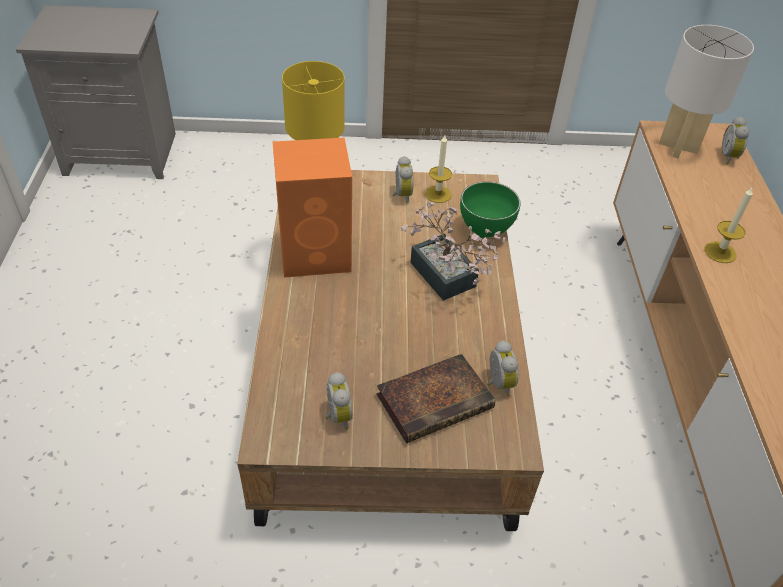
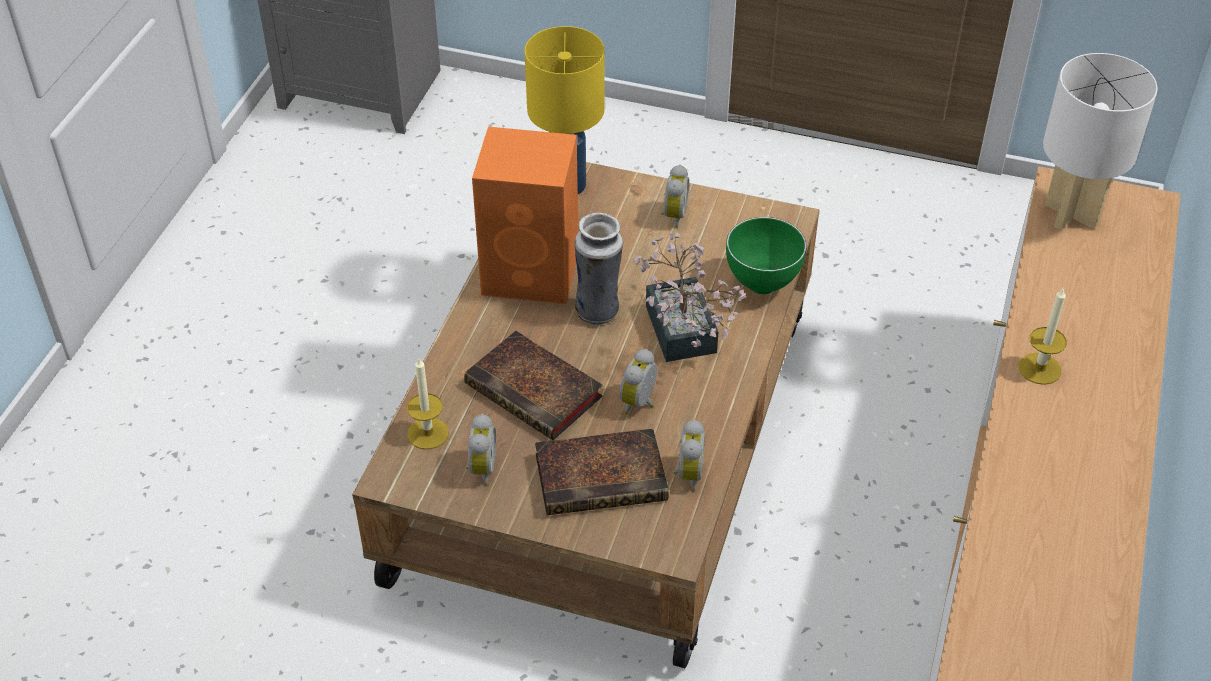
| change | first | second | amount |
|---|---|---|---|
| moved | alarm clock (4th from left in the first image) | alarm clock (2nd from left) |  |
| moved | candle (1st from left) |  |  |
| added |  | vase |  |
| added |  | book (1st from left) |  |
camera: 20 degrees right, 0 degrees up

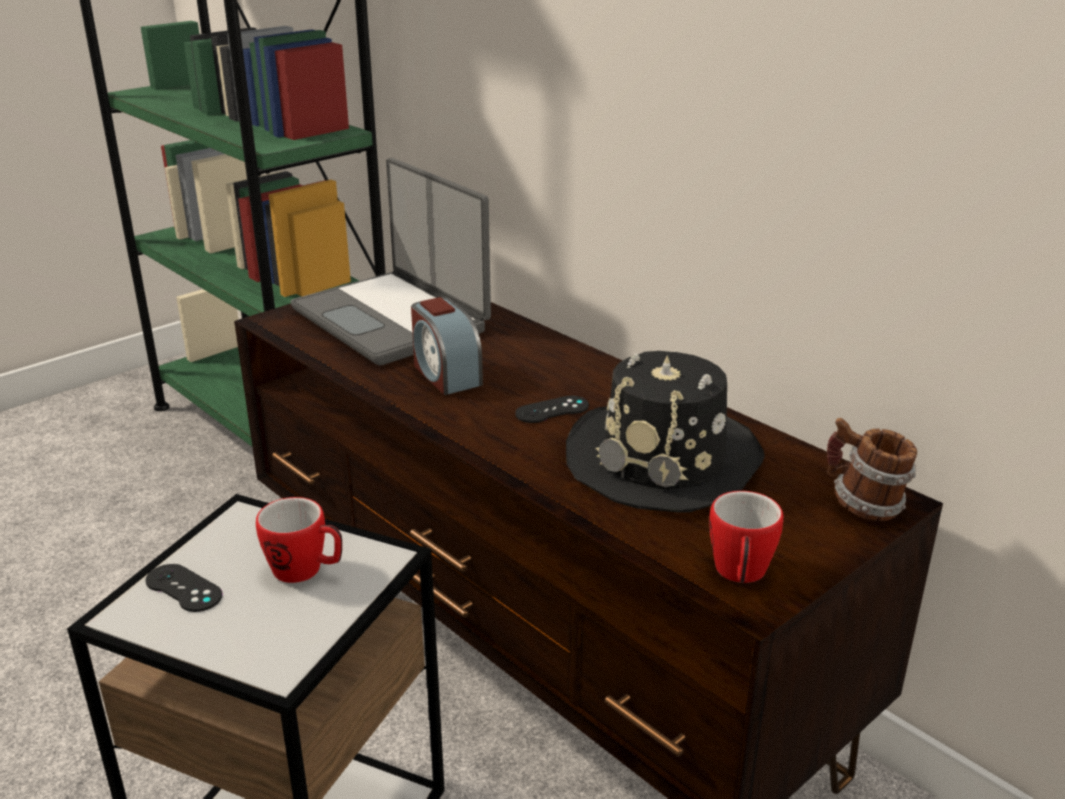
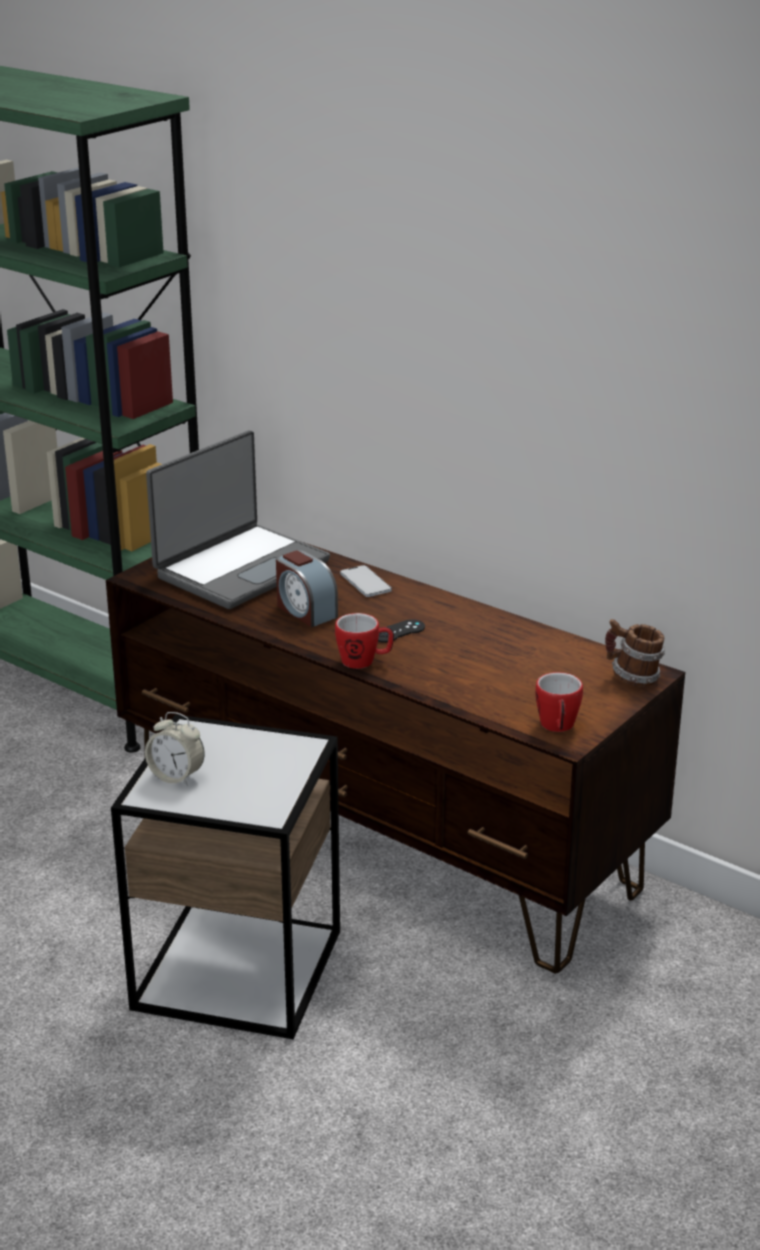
| change | first | second | amount |
|---|---|---|---|
| turned | laptop |  | 90 degrees counterclockwise |
| removed | hat/black |  |  |
| moved | mug (1st from left) |  |  |
| replaced | game controller/black (1st from left) | alarm clock (1st from left) |  |
| added |  | phone |  |
camera: 10 degrees left, 0 degrees up

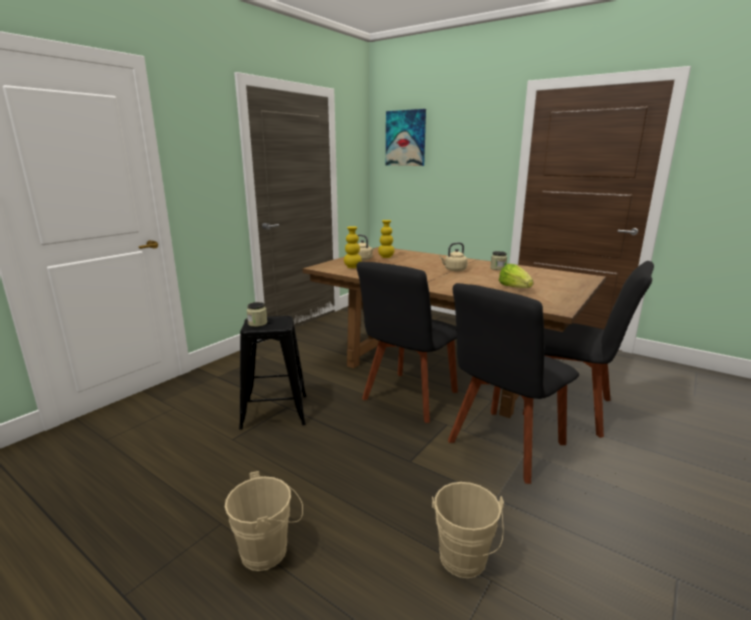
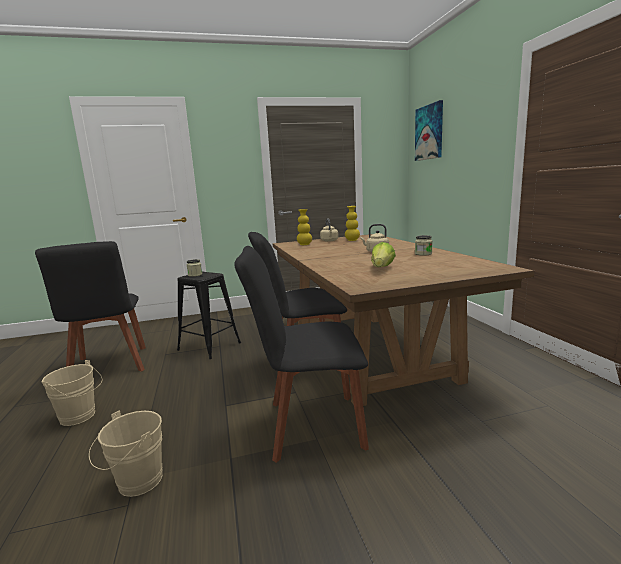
| change | first | second | amount |
|---|---|---|---|
| moved | chair/black (3rd from left in the first image) | chair/black (1st from left) |  |
camera: 40 degrees right, 5 degrees down

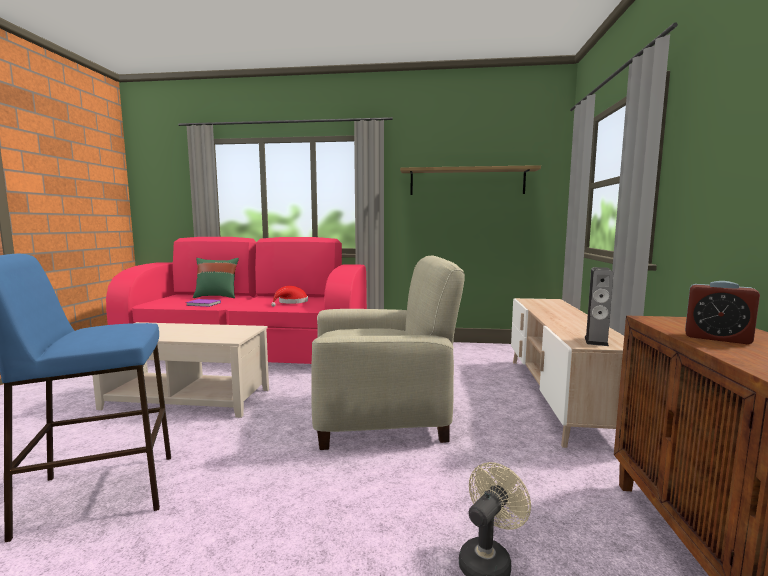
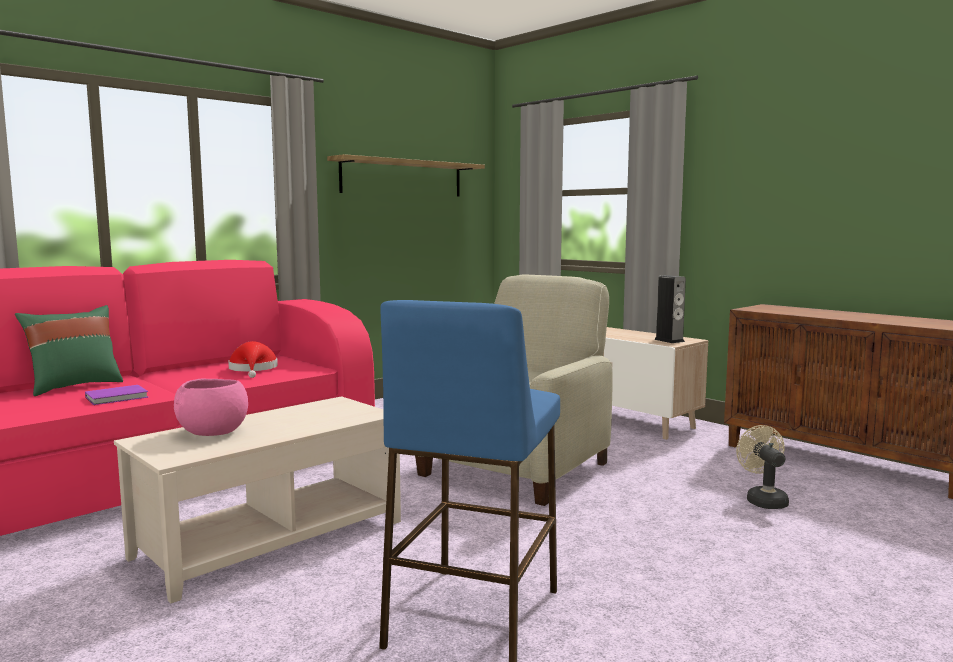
| change | first | second | amount |
|---|---|---|---|
| removed | alarm clock |  |  |
| added |  | bowl/pink |  |
camera: 50 degrees left, 0 degrees up

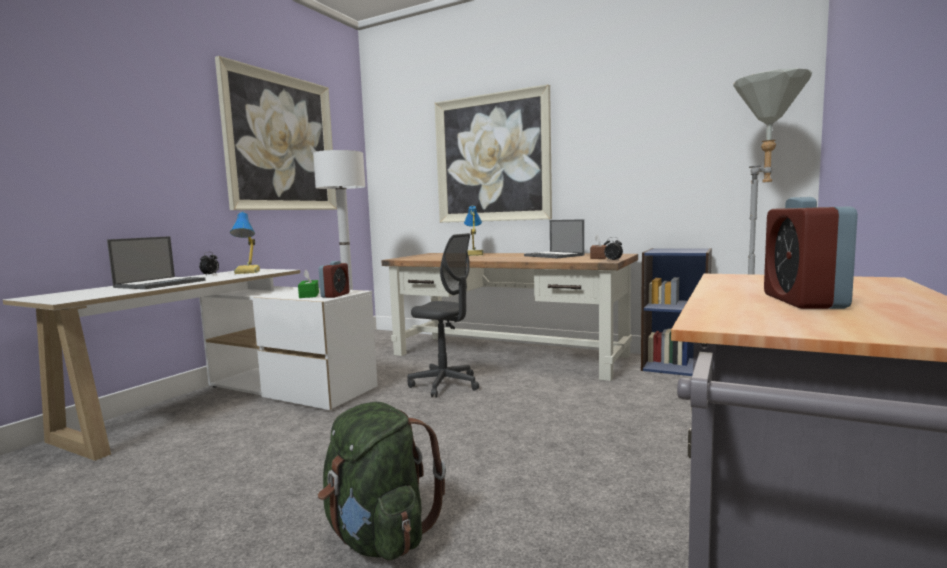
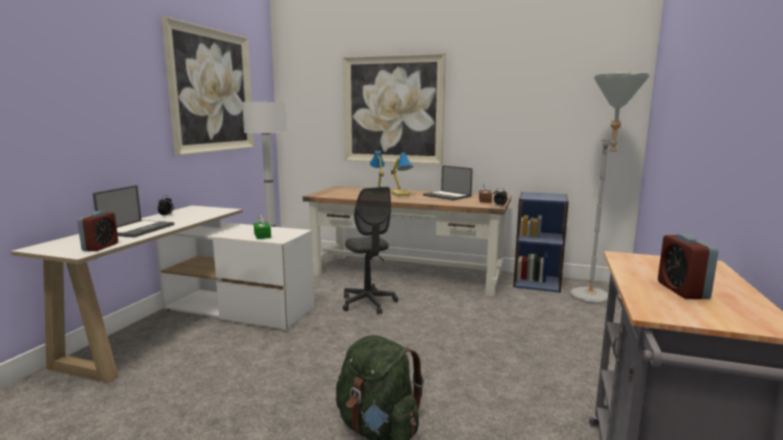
| change | first | second | amount |
|---|---|---|---|
| moved | table lamp (1st from left in the first image) | table lamp (2nd from left) |  |
| turned | office chair/grey |  | 45 degrees clockwise |
| moved | alarm clock (2nd from left in the first image) | alarm clock (1st from left) |  |
camera: 10 degrees left, 5 degrees up

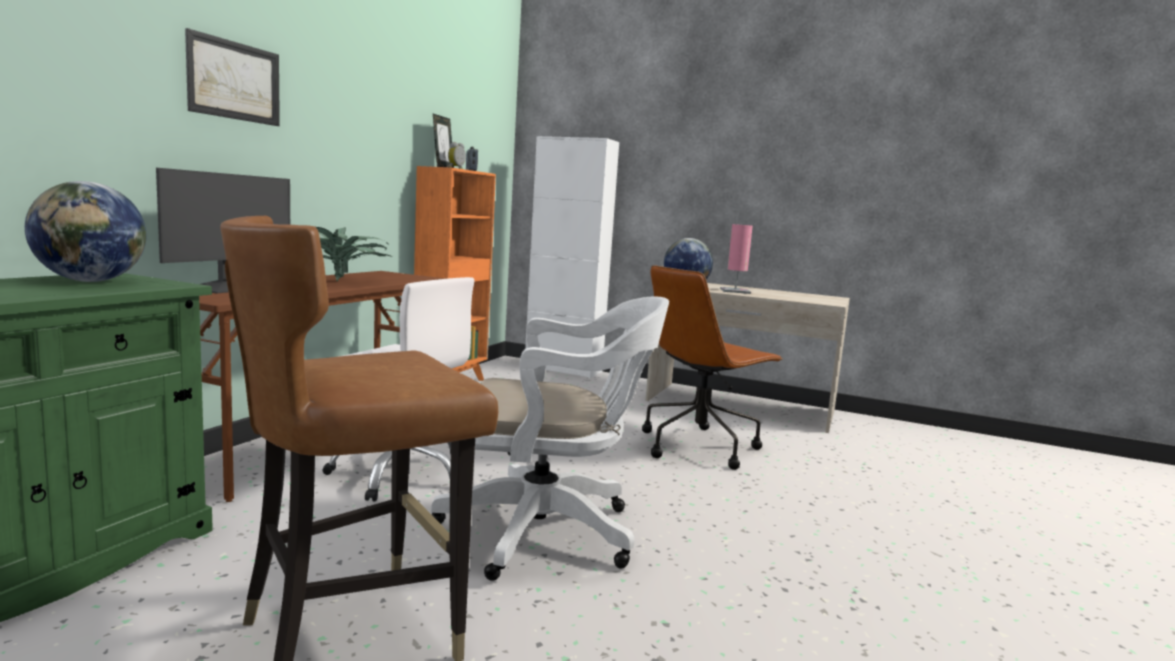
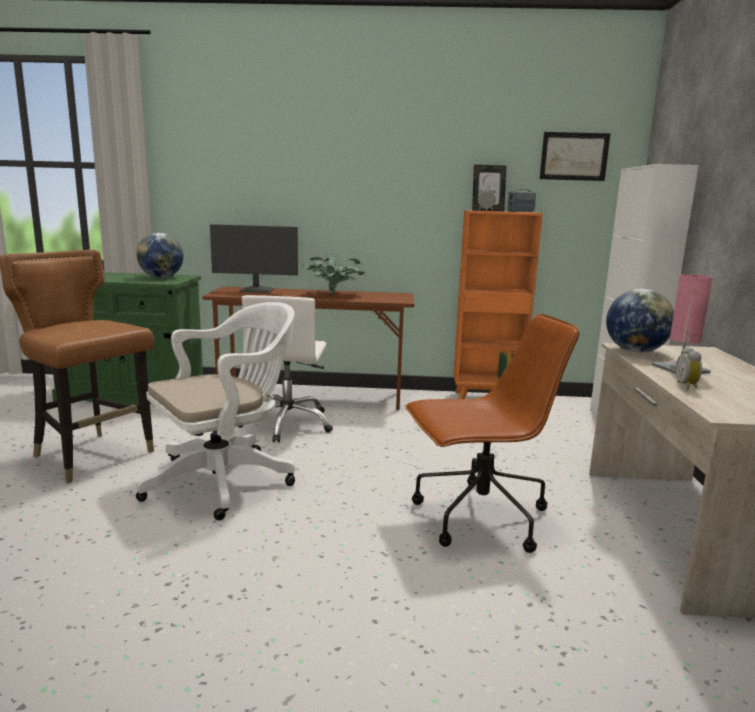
| change | first | second | amount |
|---|---|---|---|
| moved | picture |  |  |
| turned | office chair/brown |  | 135 degrees clockwise |
| turned | office chair/white (2nd from left in the first image) | office chair/white (1st from left) | 105 degrees counterclockwise |
| added |  | alarm clock (2nd from left) |  |
camera: 70 degrees right, 5 degrees up

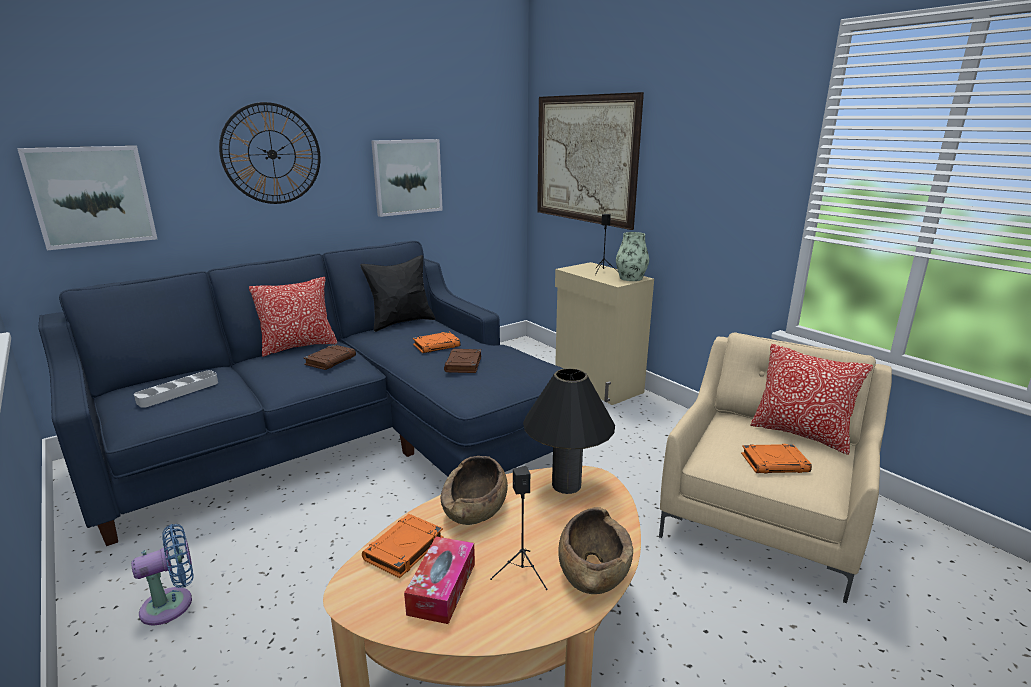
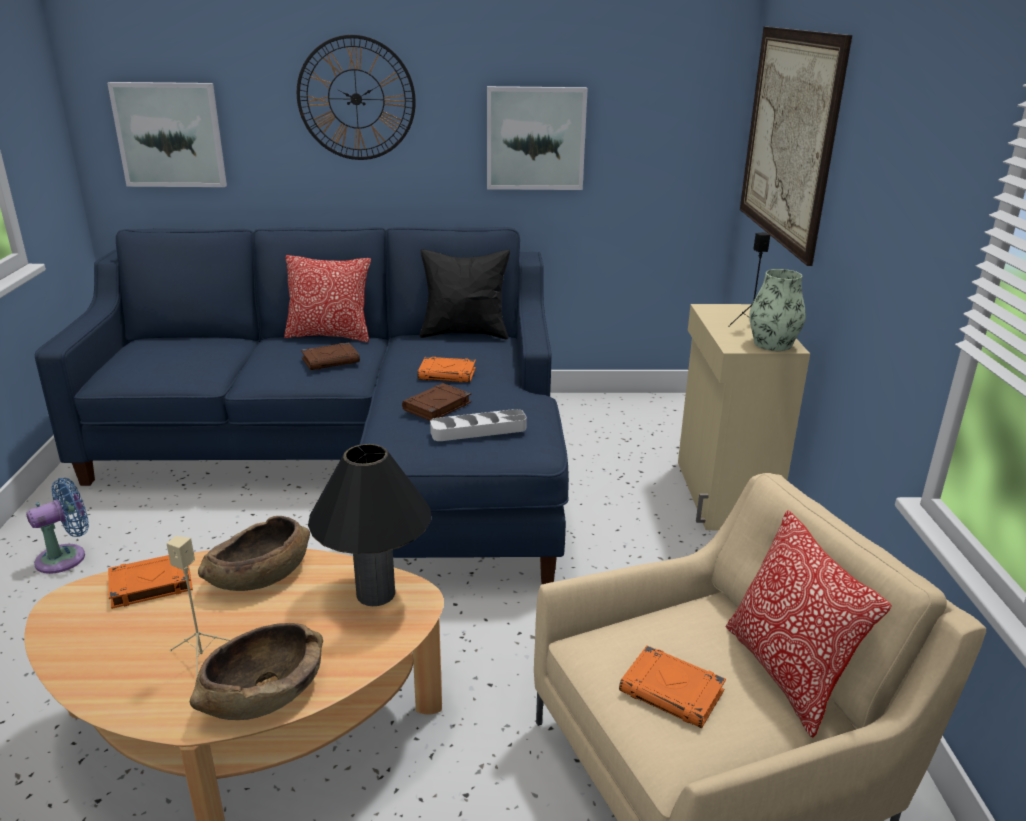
| change | first | second | amount |
|---|---|---|---|
| moved | tray/grey |  |  |
| recoloured | speaker/black (1st from left) | speaker/beige |  |
| turned | fan/blue |  | 45 degrees counterclockwise |
| removed | tissue box |  |  |
camera: 35 degrees right, 5 degrees up

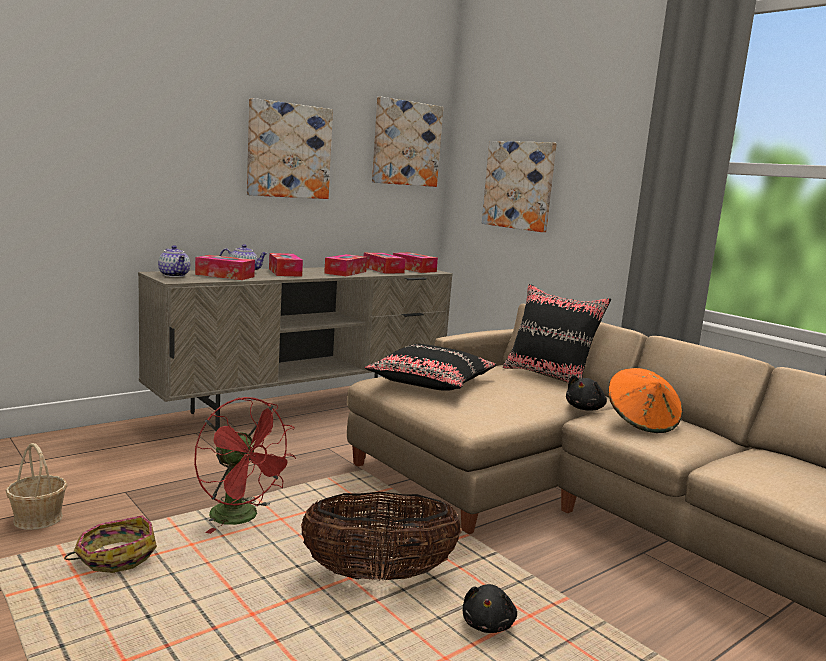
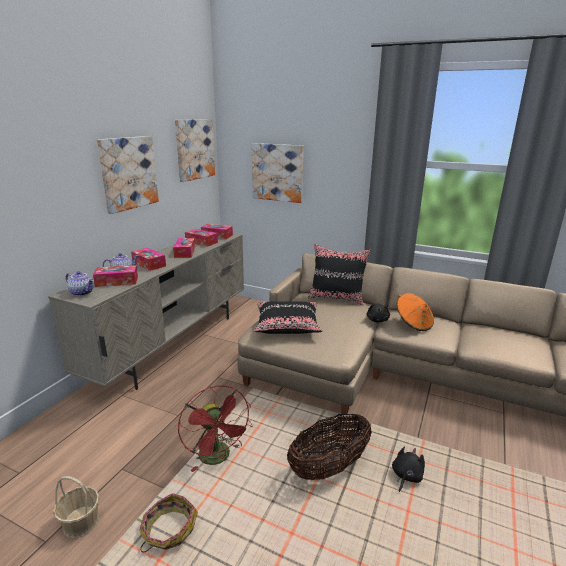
| change | first | second | amount |
|---|---|---|---|
| turned | fan/red |  | 45 degrees clockwise |
| turned | plush toy/black (1st from left in the first image) | plush toy/black (2nd from left) | 135 degrees counterclockwise |
camera: 25 degrees left, 10 degrees up

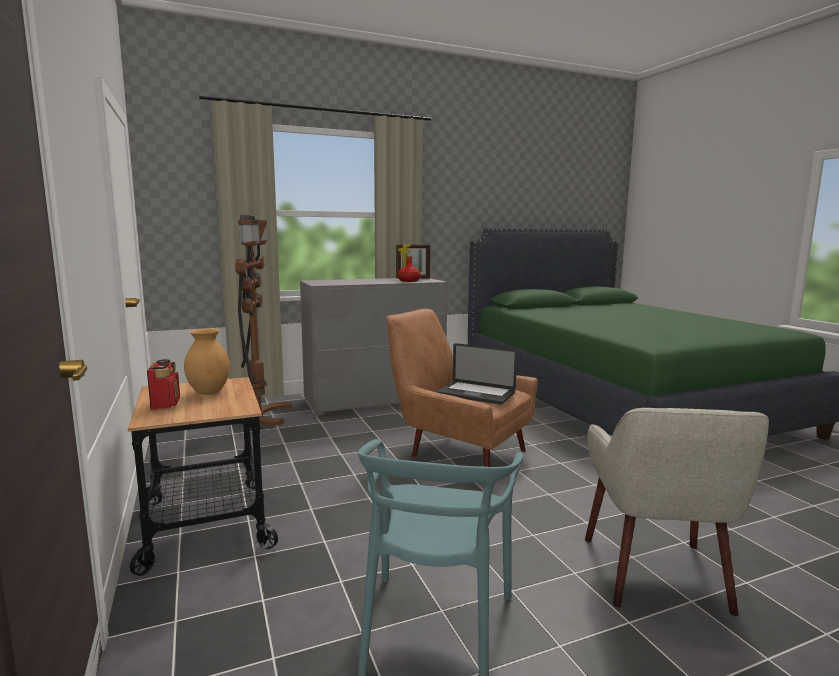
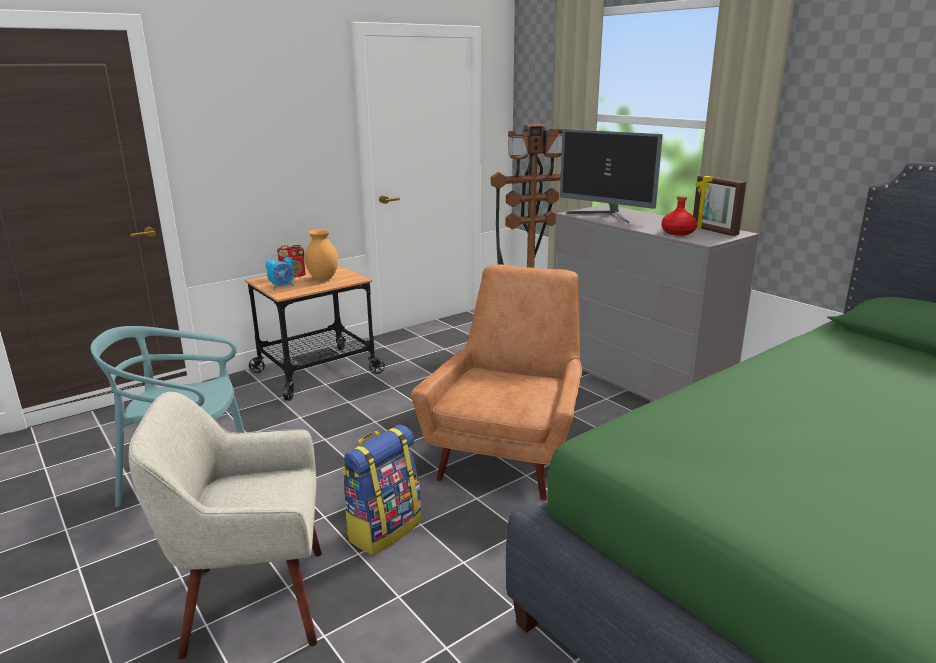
| change | first | second | amount |
|---|---|---|---|
| removed | laptop |  |  |
| added |  | monitor |  |
| added |  | alarm clock |  |
| added |  | backpack |  |
camera: 75 degrees right, 10 degrees up

